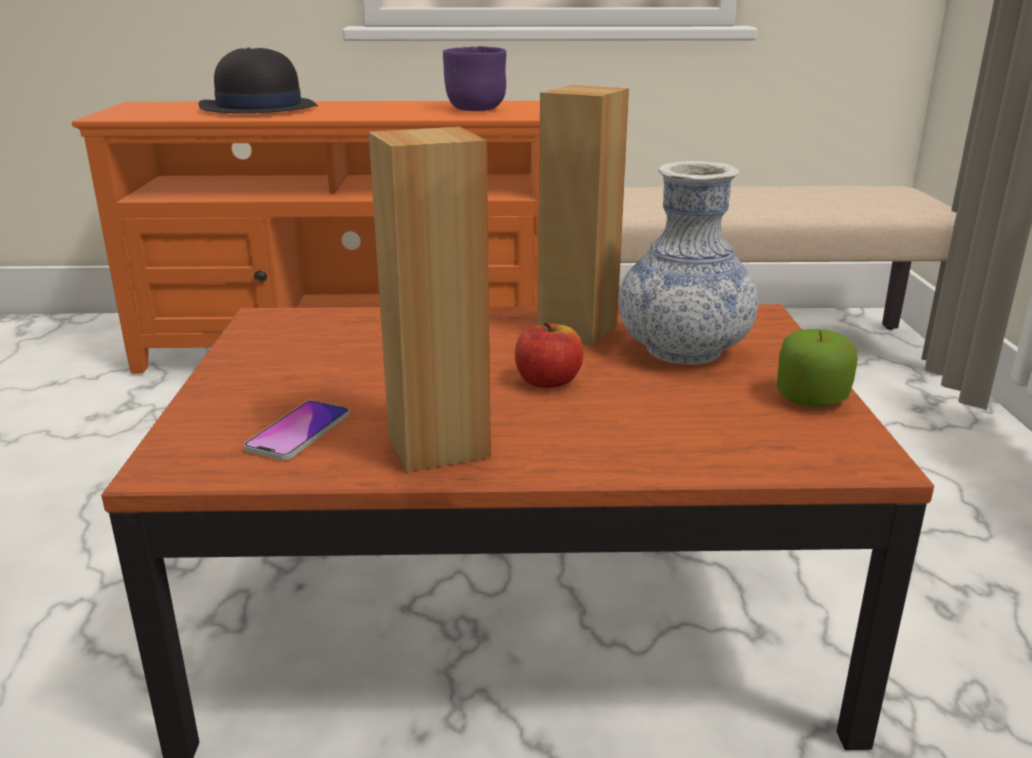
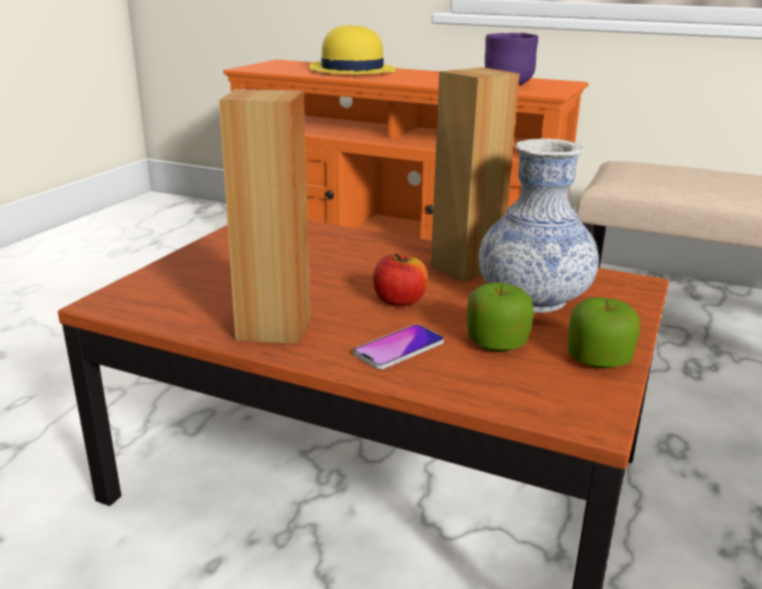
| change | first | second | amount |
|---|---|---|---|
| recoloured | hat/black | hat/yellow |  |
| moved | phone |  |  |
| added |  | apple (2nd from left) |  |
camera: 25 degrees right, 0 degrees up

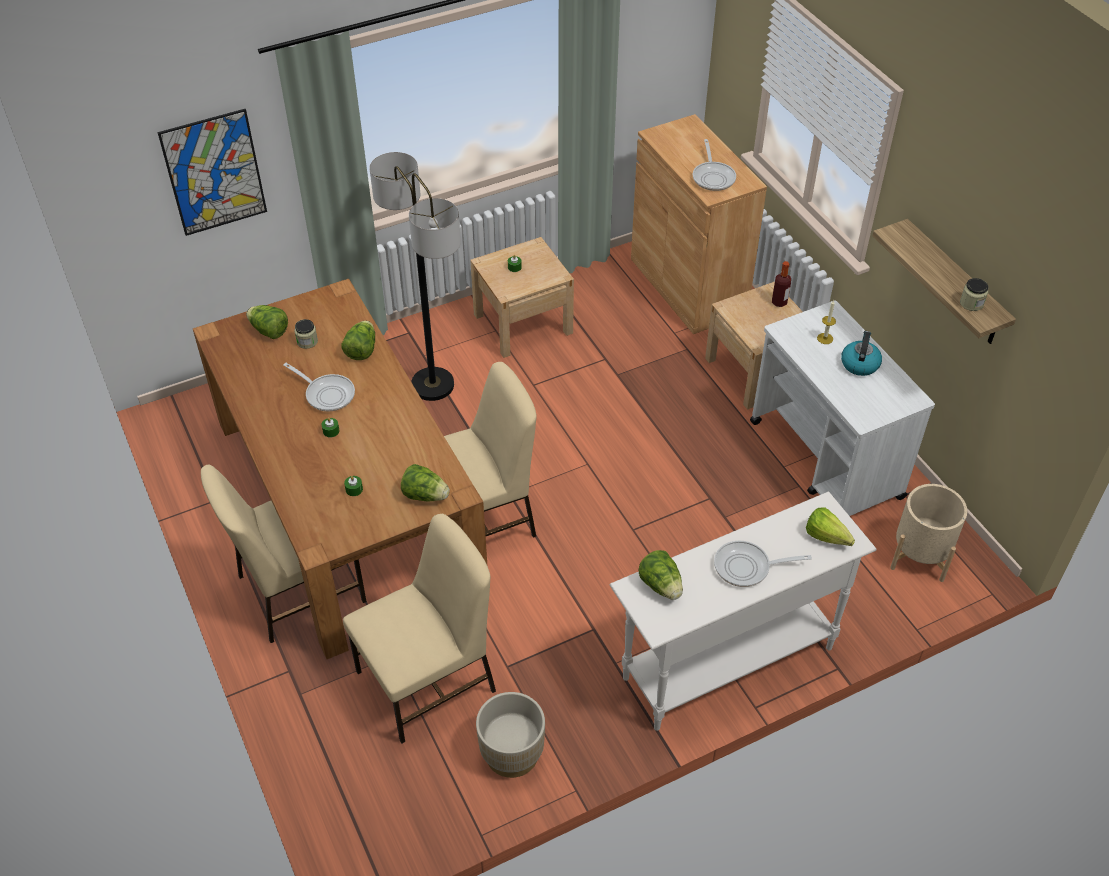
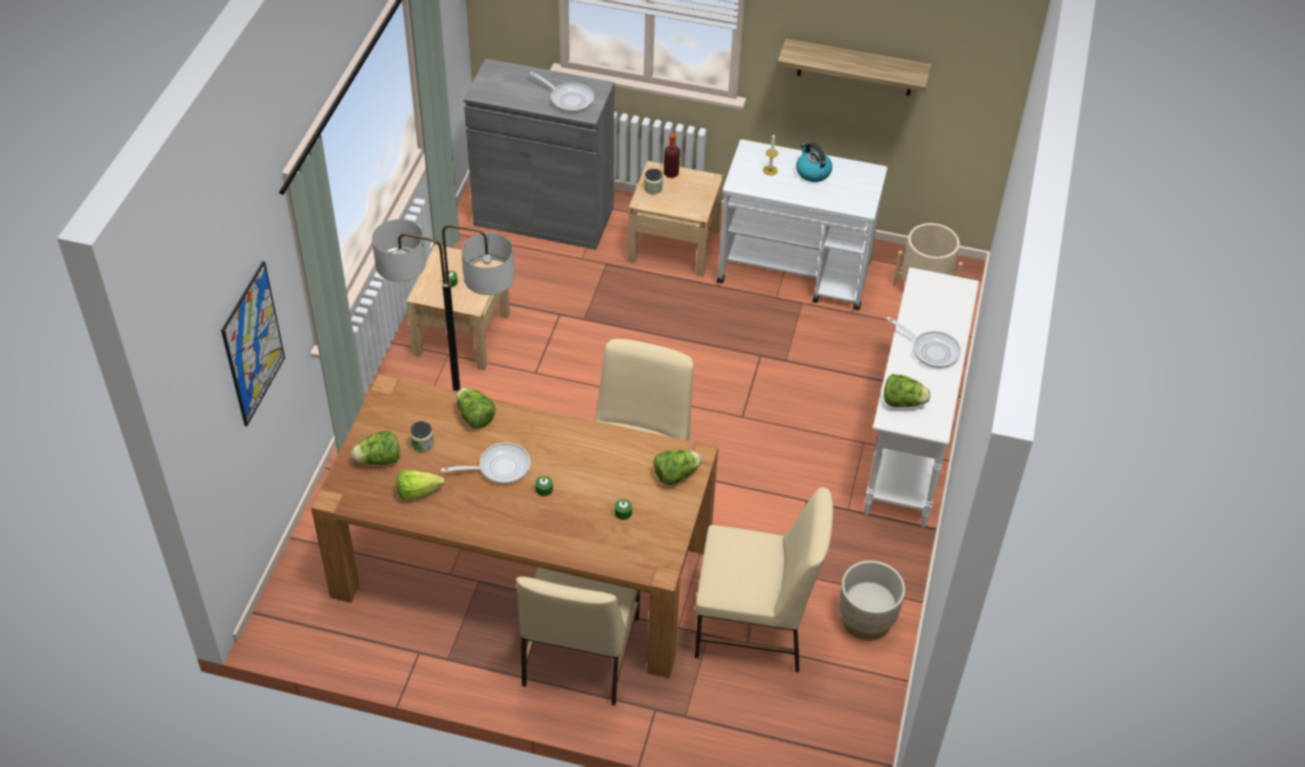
| change | first | second | amount |
|---|---|---|---|
| recoloured | cabinet/brown | cabinet/grey |  |
| moved | jar (2nd from left) |  |  |
| moved | lettuce (5th from left in the first image) | lettuce (2nd from left) |  |
| turned | chair/beige (2nd from left in the first image) | chair/beige (3rd from left) | 90 degrees clockwise |
| turned | frying pan (3rd from left) |  | 90 degrees counterclockwise |
camera: 50 degrees left, 0 degrees up

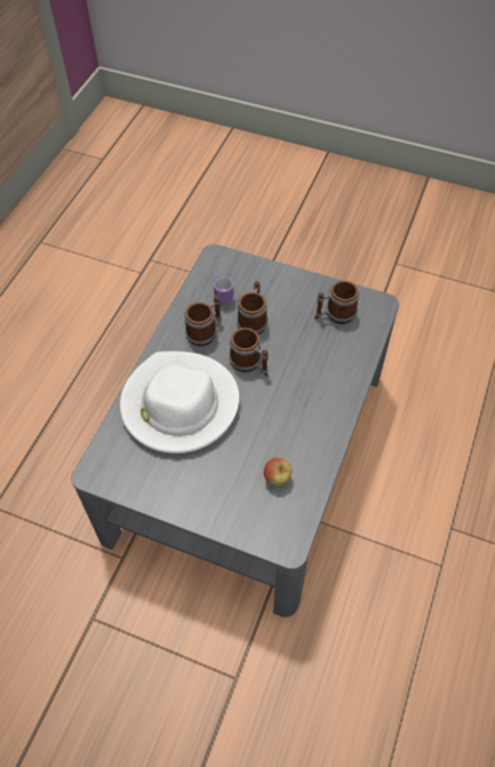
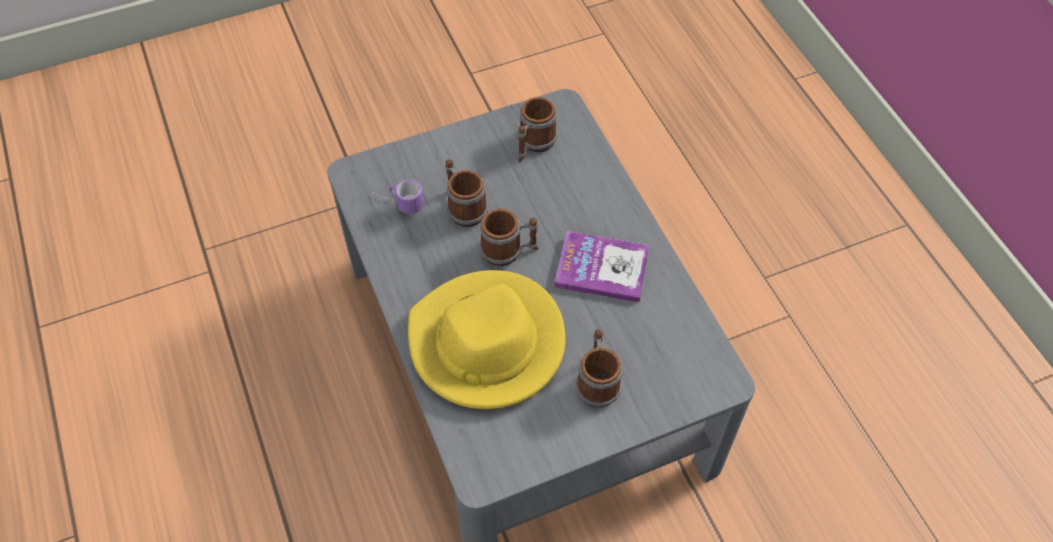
| change | first | second | amount |
|---|---|---|---|
| moved | mug (1st from left in the first image) | mug (5th from left) |  |
| recoloured | hat/white | hat/yellow |  |
| removed | apple |  |  |
| added |  | book |  |
camera: 45 degrees left, 0 degrees up

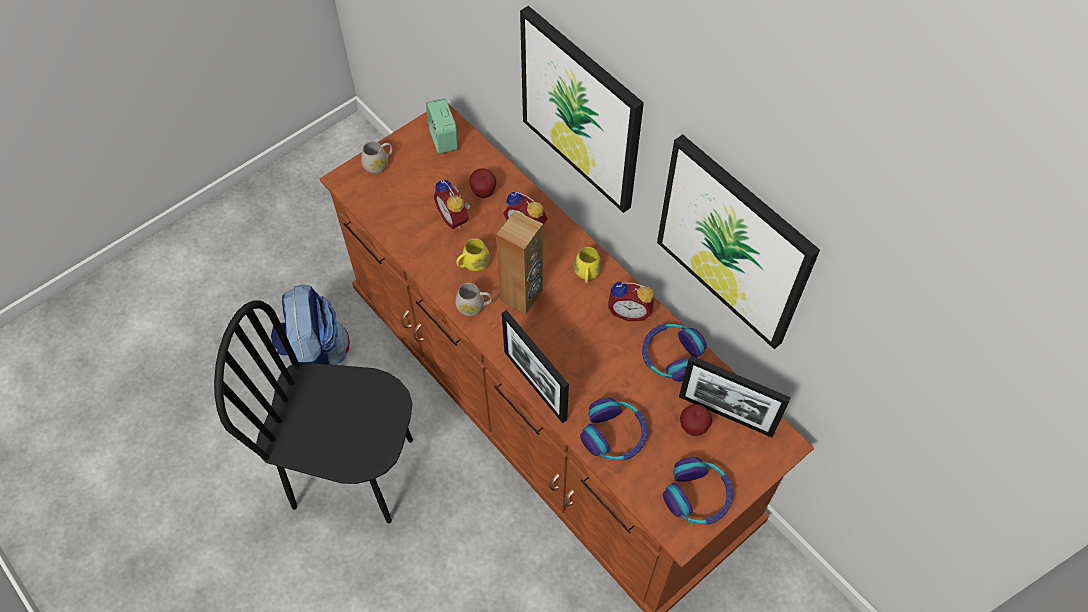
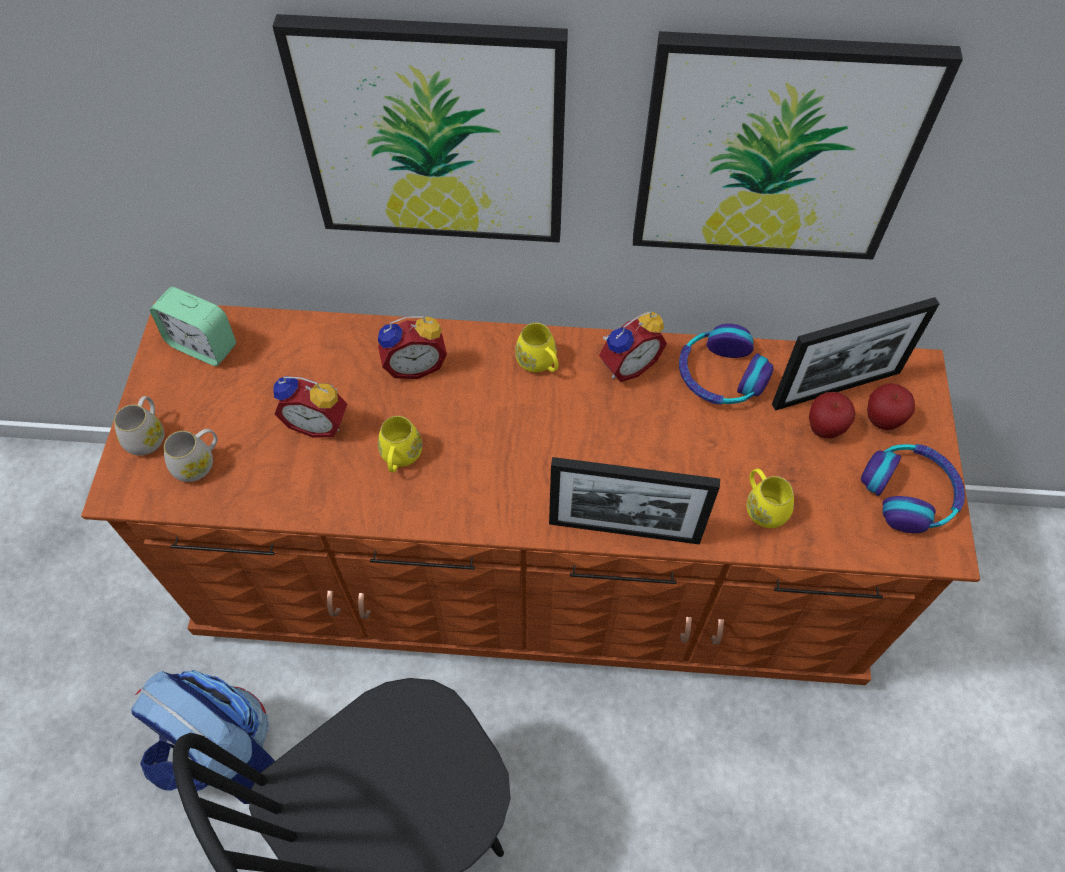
| change | first | second | amount |
|---|---|---|---|
| moved | apple (1st from left in the first image) | apple (2nd from left) |  |
| removed | speaker/brown |  |  |
| moved | mug/white (2nd from left) |  |  |
| replaced | headphones (1st from left) | mug/yellow (3rd from left) |  |
camera: 45 degrees left, 0 degrees up

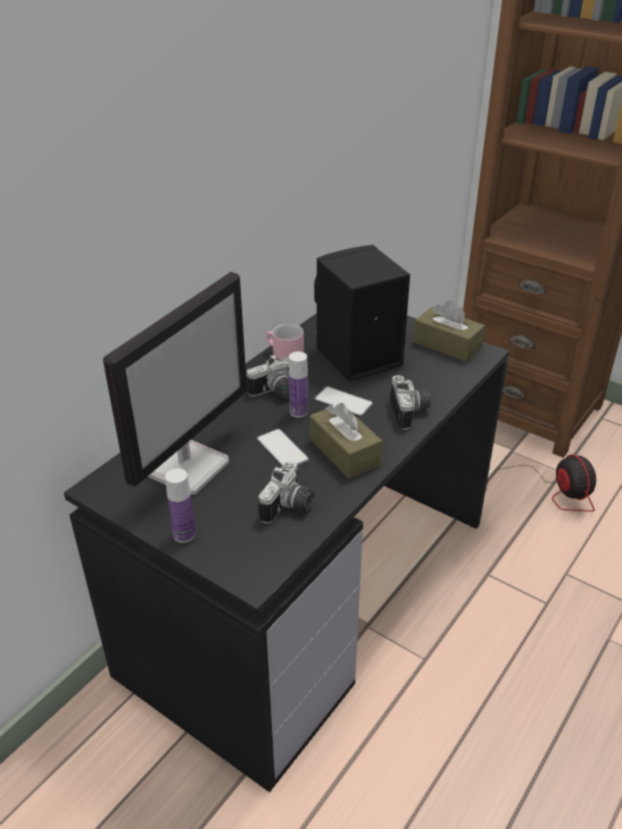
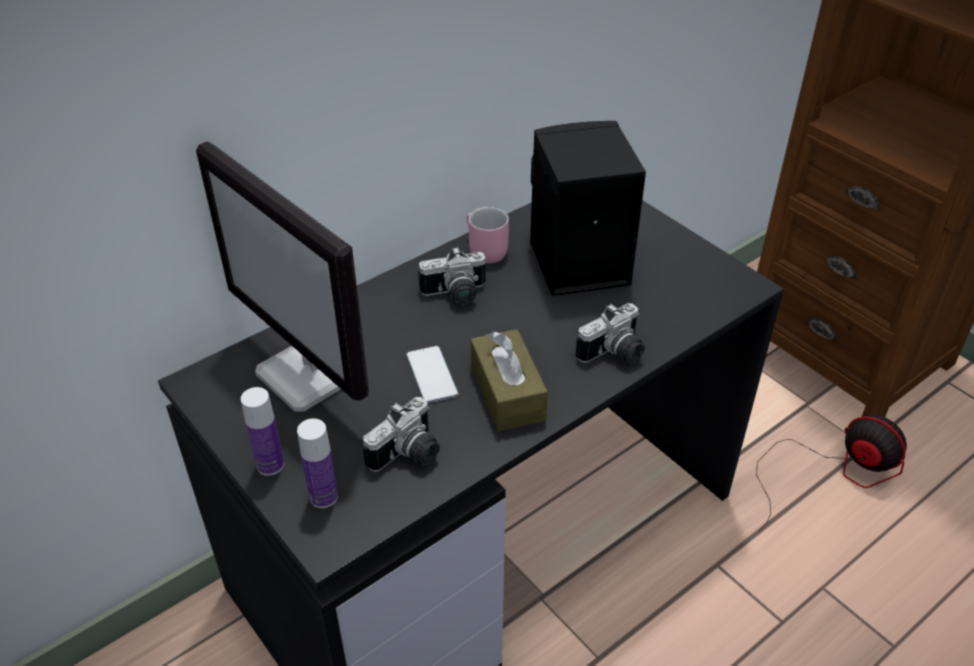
| change | first | second | amount |
|---|---|---|---|
| turned | monitor |  | 90 degrees clockwise |
| removed | tissue box/brown (2nd from left) |  |  |
| moved | bottle (2nd from left) |  |  |
| turned | photo camera (3rd from left) |  | 45 degrees clockwise |
| removed | phone (2nd from left) |  |  |
| turned | fan |  | 45 degrees counterclockwise |
camera: 15 degrees right, 5 degrees up

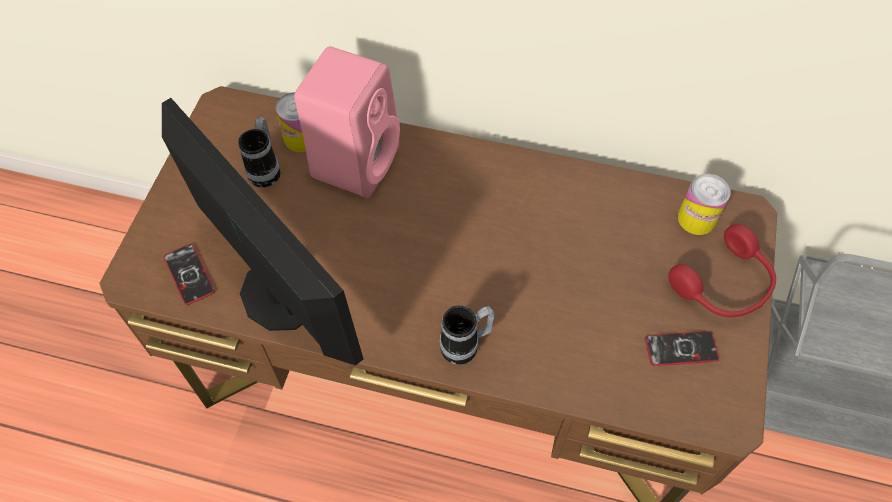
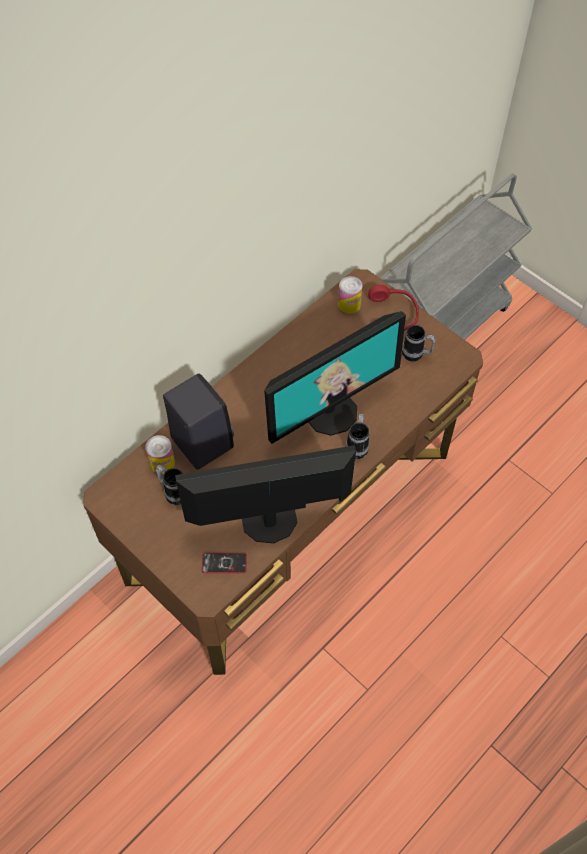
| change | first | second | amount |
|---|---|---|---|
| recoloured | speaker/pink | speaker/black |  |
| replaced | phone (2nd from left) | mug (3rd from left) |  |
| added |  | monitor (2nd from left) |  |
camera: 60 degrees left, 0 degrees up

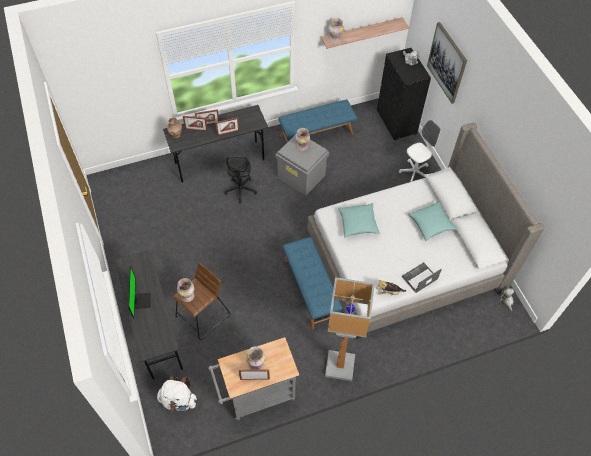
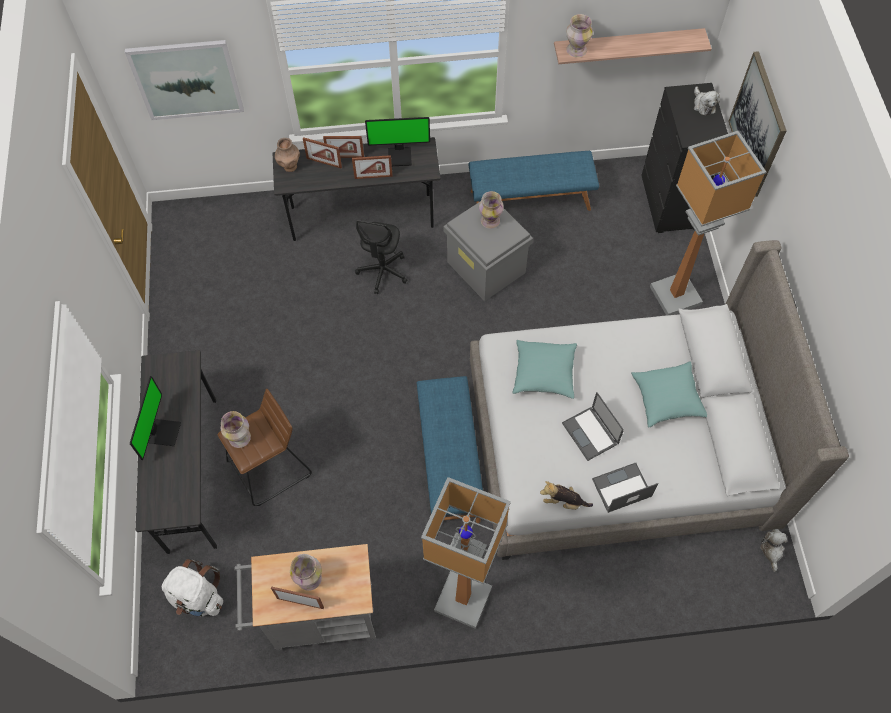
| change | first | second | amount |
|---|---|---|---|
| replaced | office chair/white | floor lamp (2nd from left) |  |
| added |  | picture (1st from left) |  |
| added |  | monitor (2nd from left) |  |
| added |  | laptop (1st from left) |  |
camera: 15 degrees right, 5 degrees up

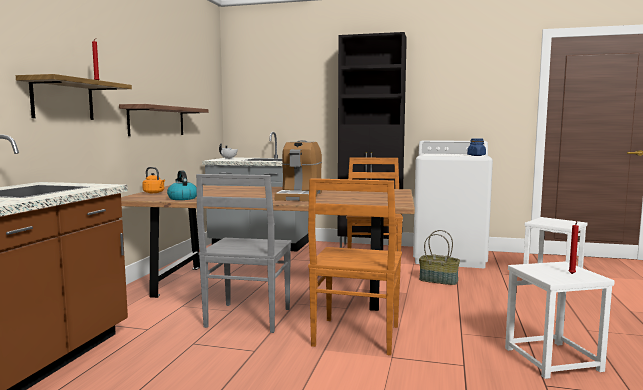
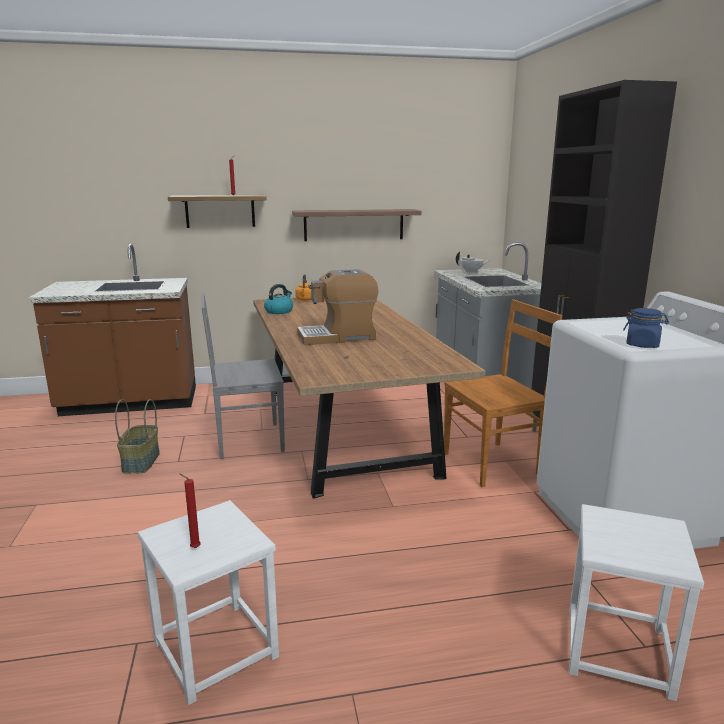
| change | first | second | amount |
|---|---|---|---|
| removed | chair/brown (1st from left) |  |  |
| moved | basket |  |  |
camera: 65 degrees right, 10 degrees up

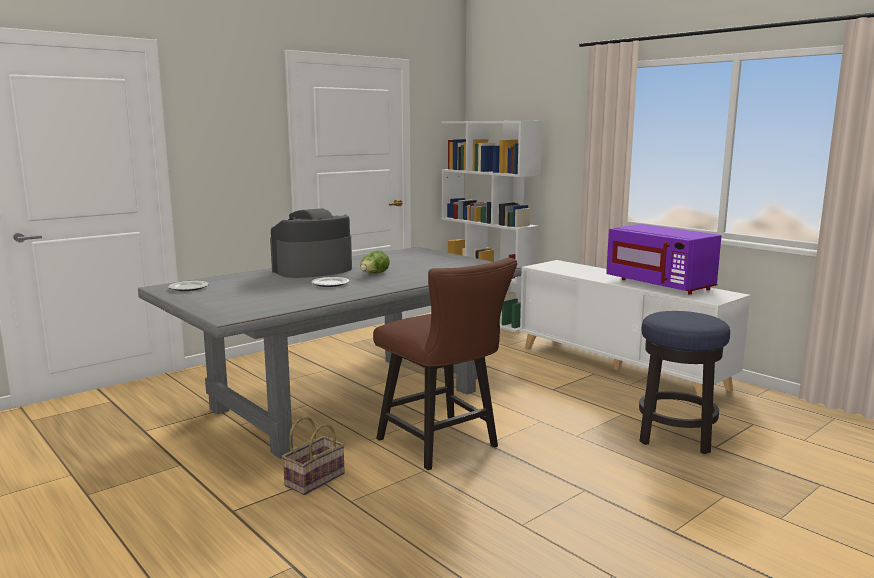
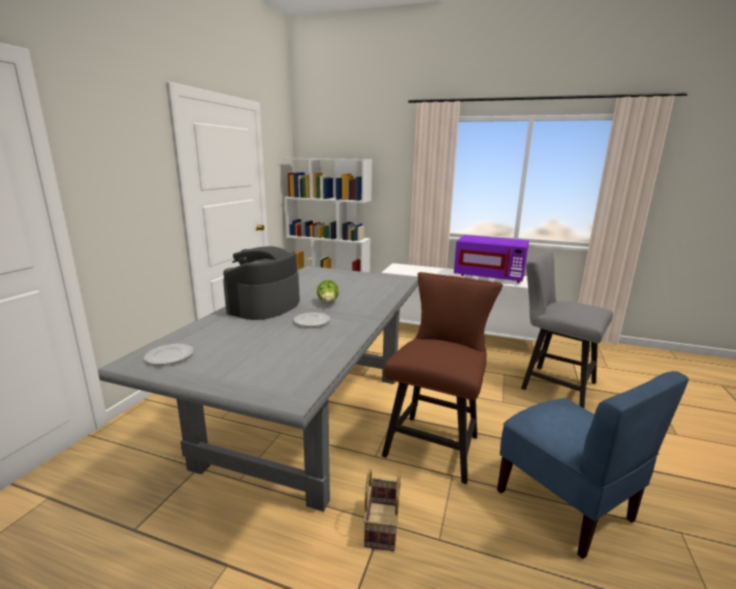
| change | first | second | amount |
|---|---|---|---|
| turned | chair/brown |  | 90 degrees counterclockwise |
| replaced | stool | chair/grey |  |
| added |  | chair/blue |  |
camera: 30 degrees left, 5 degrees up

